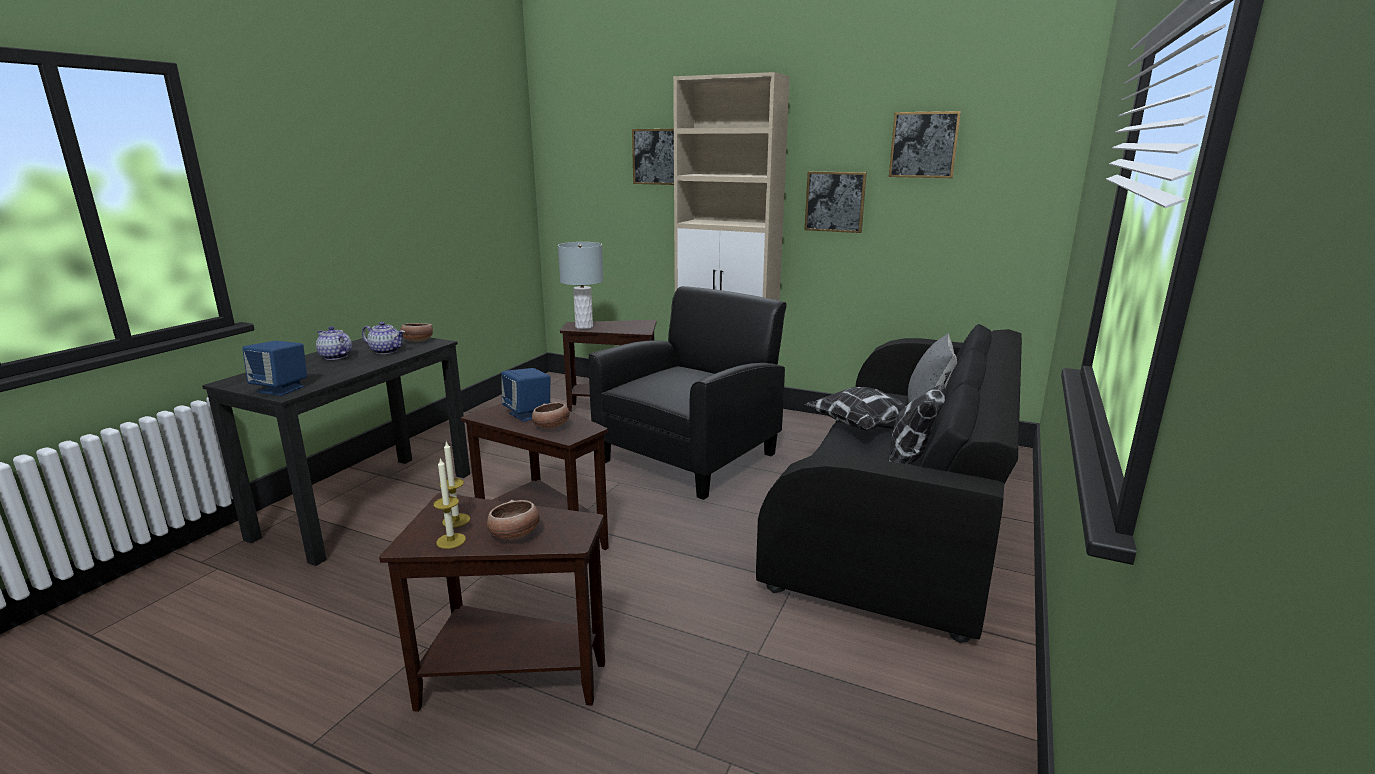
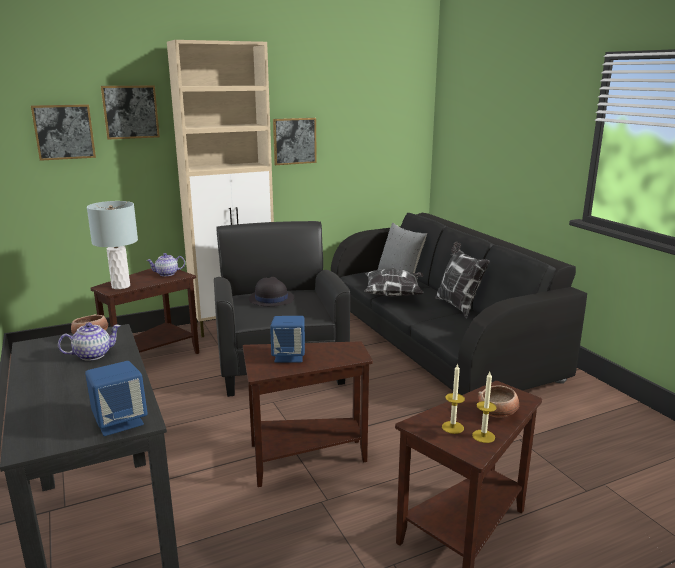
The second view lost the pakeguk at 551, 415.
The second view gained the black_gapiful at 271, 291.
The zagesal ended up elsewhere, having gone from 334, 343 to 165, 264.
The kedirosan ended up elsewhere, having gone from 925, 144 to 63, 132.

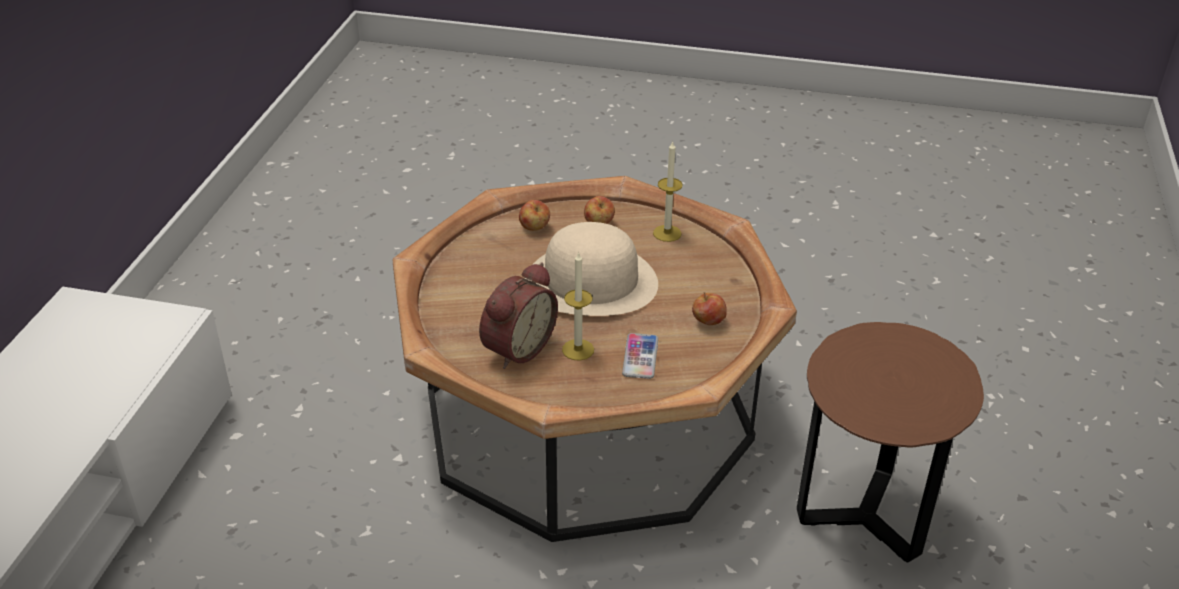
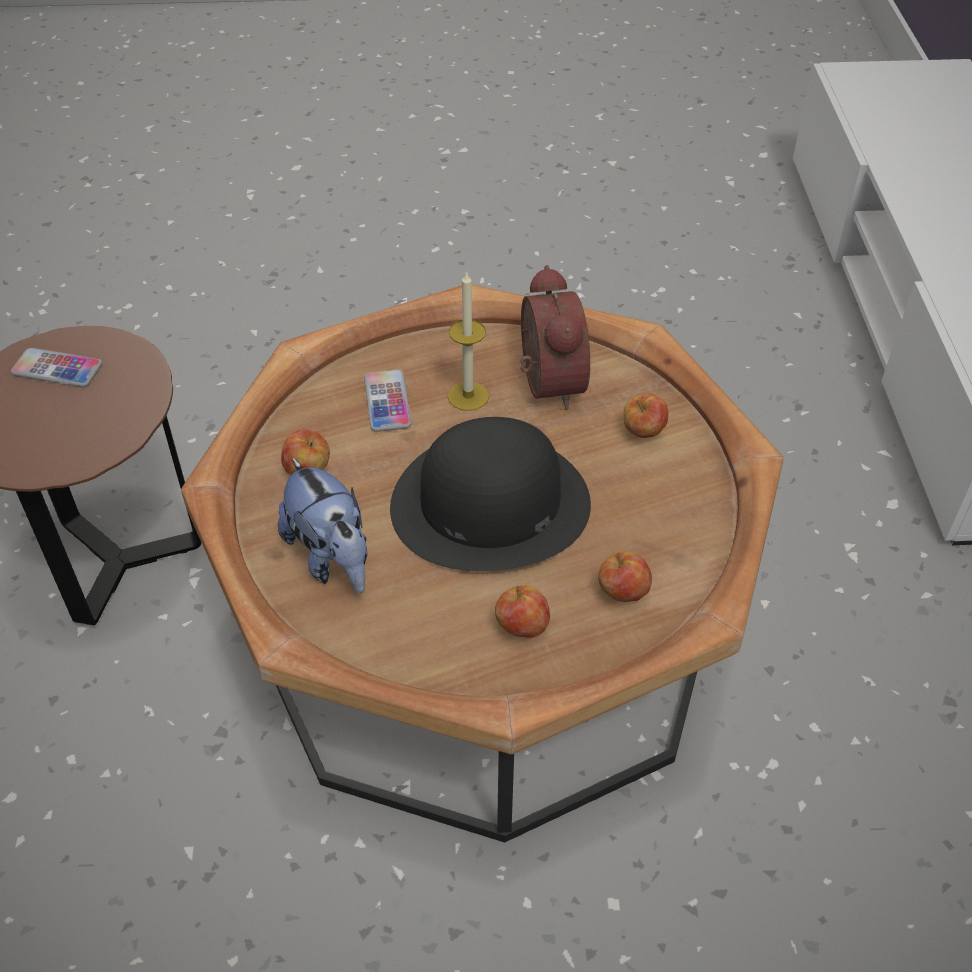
The second view lost the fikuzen at 668, 191.
The second view gained the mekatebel at 57, 367.
The second view gained the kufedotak at 322, 525.
The second view gained the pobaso at 646, 415.
What was the beige_gapiful at 591, 269 turned into the black_gapiful at 490, 494.
The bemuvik at 518, 315 ended up facing another way, 150 degrees clockwise from before.

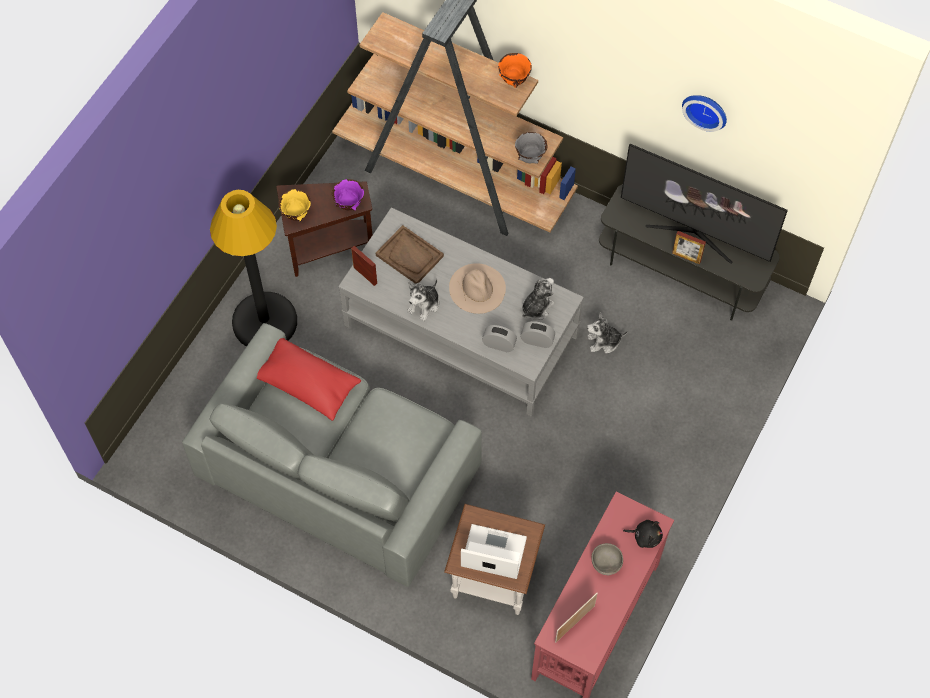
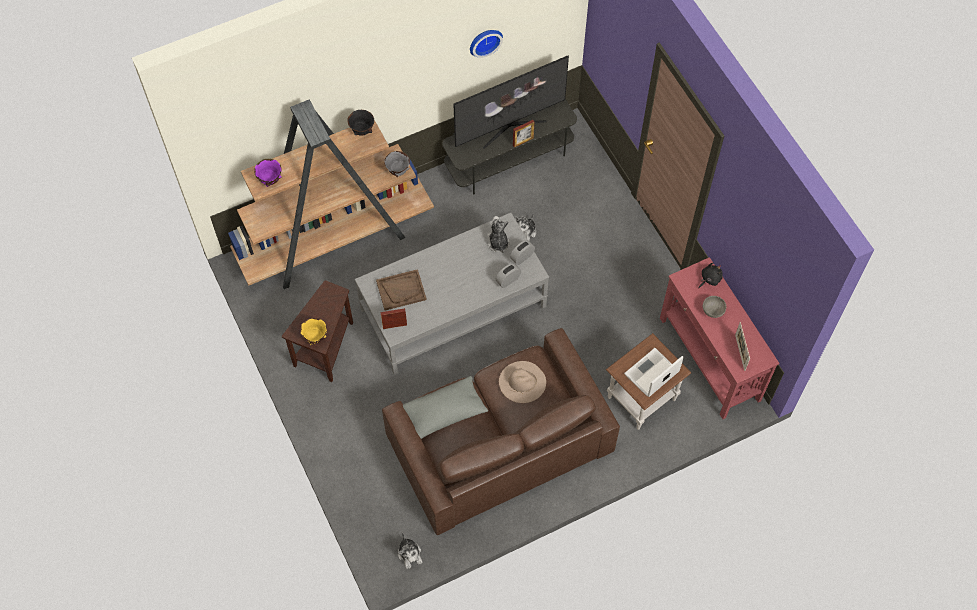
The second view lost the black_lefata at 253, 268.
The purple_pakeguk ended up elsewhere, having gone from 348, 195 to 268, 173.
The kufedotak ended up elsewhere, having gone from 423, 300 to 410, 550.
The beige_gapiful ended up elsewhere, having gone from 477, 288 to 522, 382.
What was the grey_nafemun at 332, 455 turned into the brown_nafemun at 501, 431.
What was the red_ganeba at 309, 379 turned into the grey_ganeba at 445, 407.
What was the orange_pakeguk at 515, 70 turned into the black_pakeguk at 360, 123.

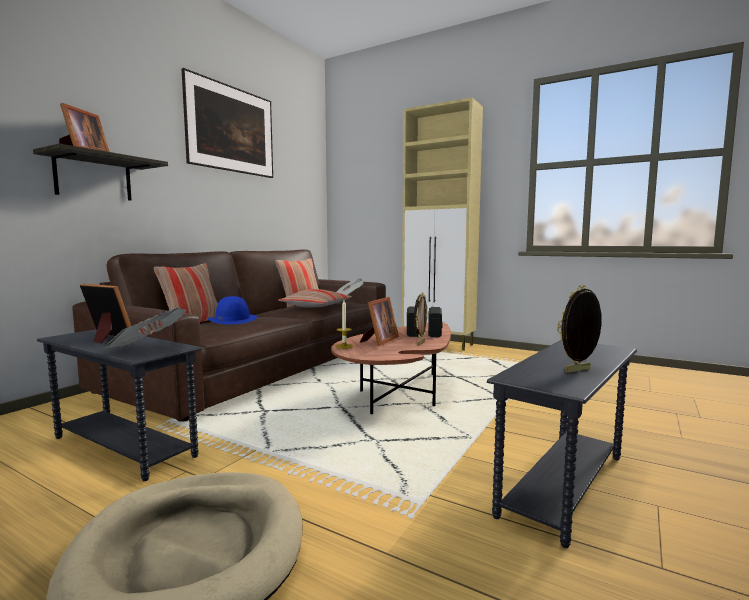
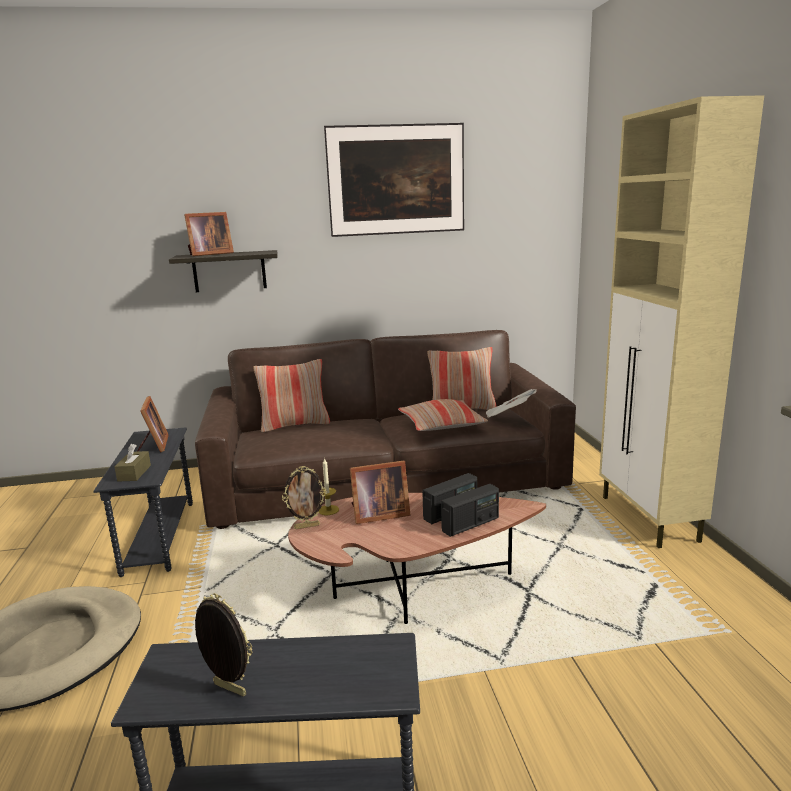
The second view lost the blue_gapiful at 232, 310.
The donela ended up elsewhere, having gone from 421, 319 to 304, 497.
Where the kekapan stood at 145, 328, the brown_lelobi came to stand at 132, 463.

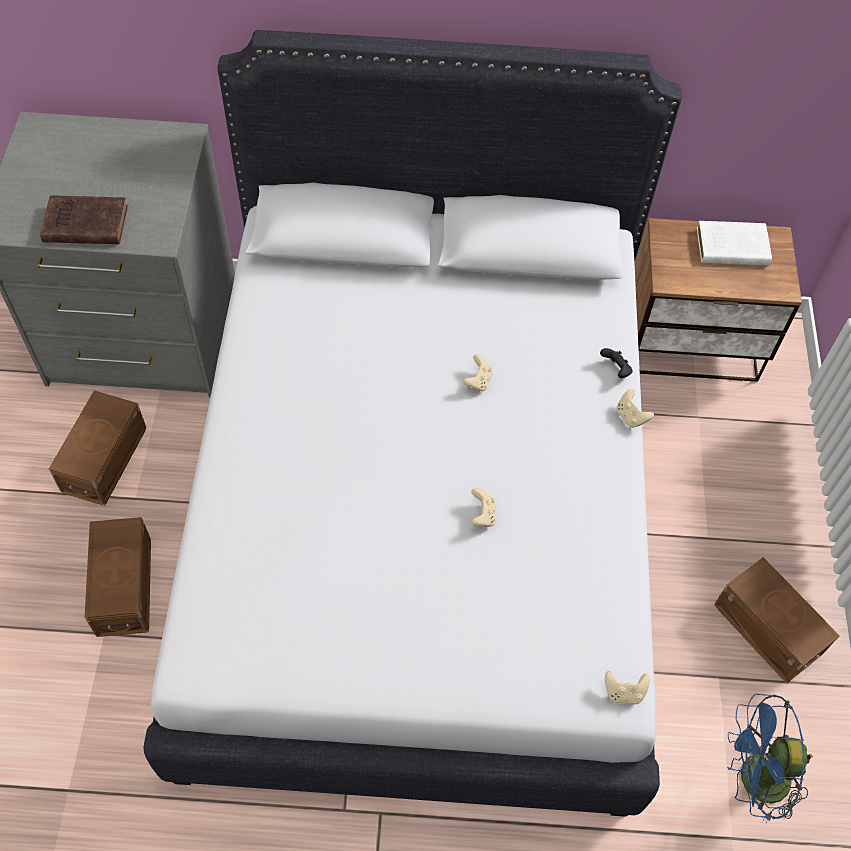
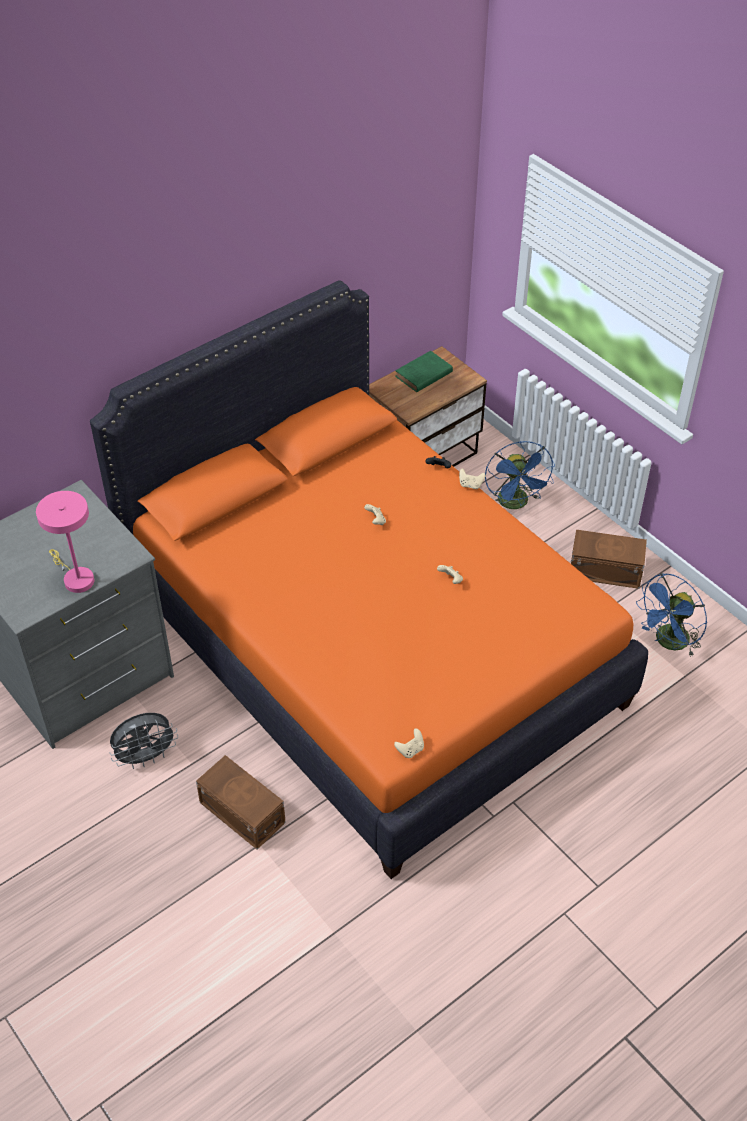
The second view gained the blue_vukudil at 520, 475.
The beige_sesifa ended up elsewhere, having gone from 627, 688 to 409, 743.
Where the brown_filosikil stood at 84, 219, the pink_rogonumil came to stand at 65, 542.
Where the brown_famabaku stood at 98, 448, the grey_vukudil came to stand at 143, 741.
What was the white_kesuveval at 412, 423 turned into the orange_kesuveval at 369, 579.
What was the white_filosikil at 734, 243 turned into the green_filosikil at 424, 371.

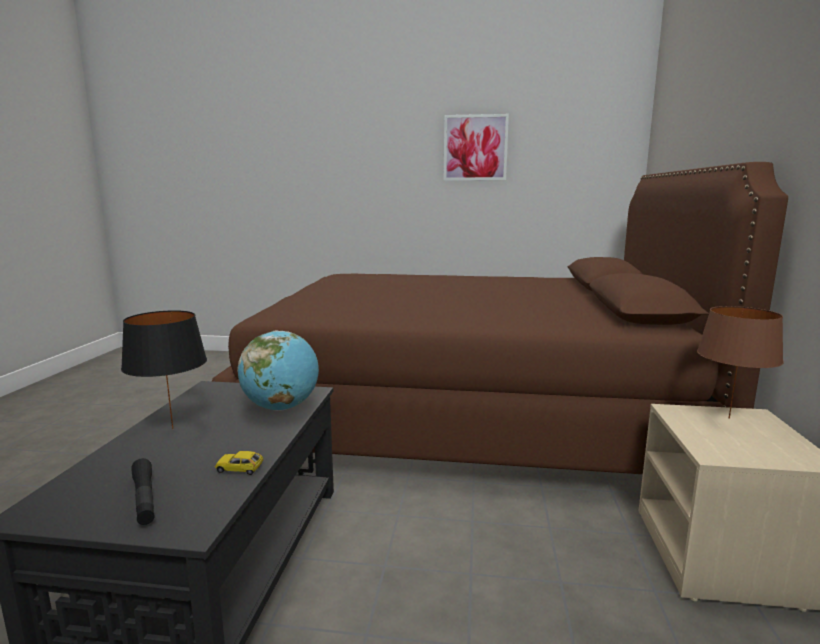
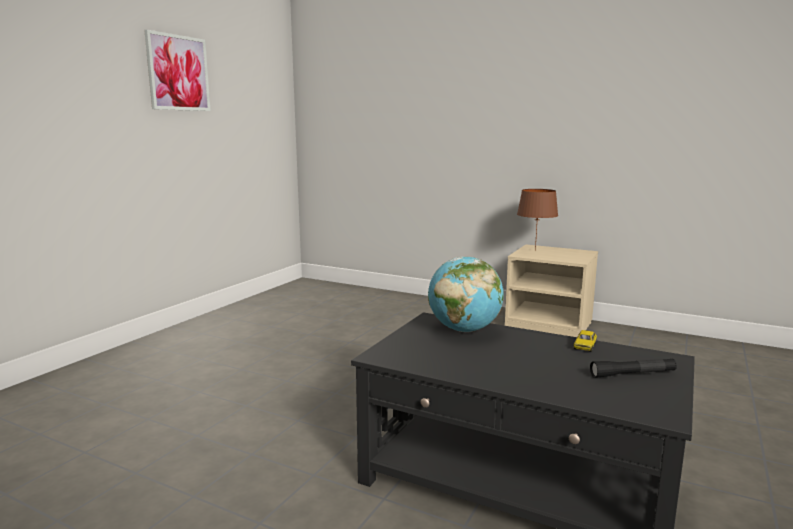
The second view lost the black_rogonumil at 164, 369.
The second view lost the brown_kesuveval at 500, 318.

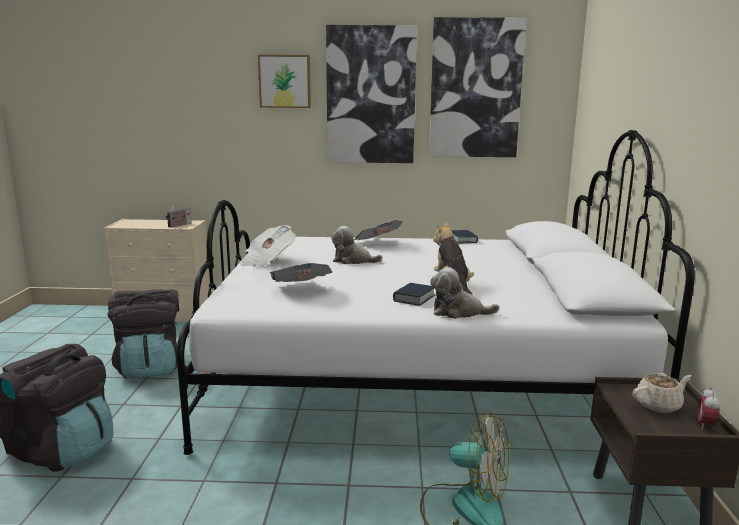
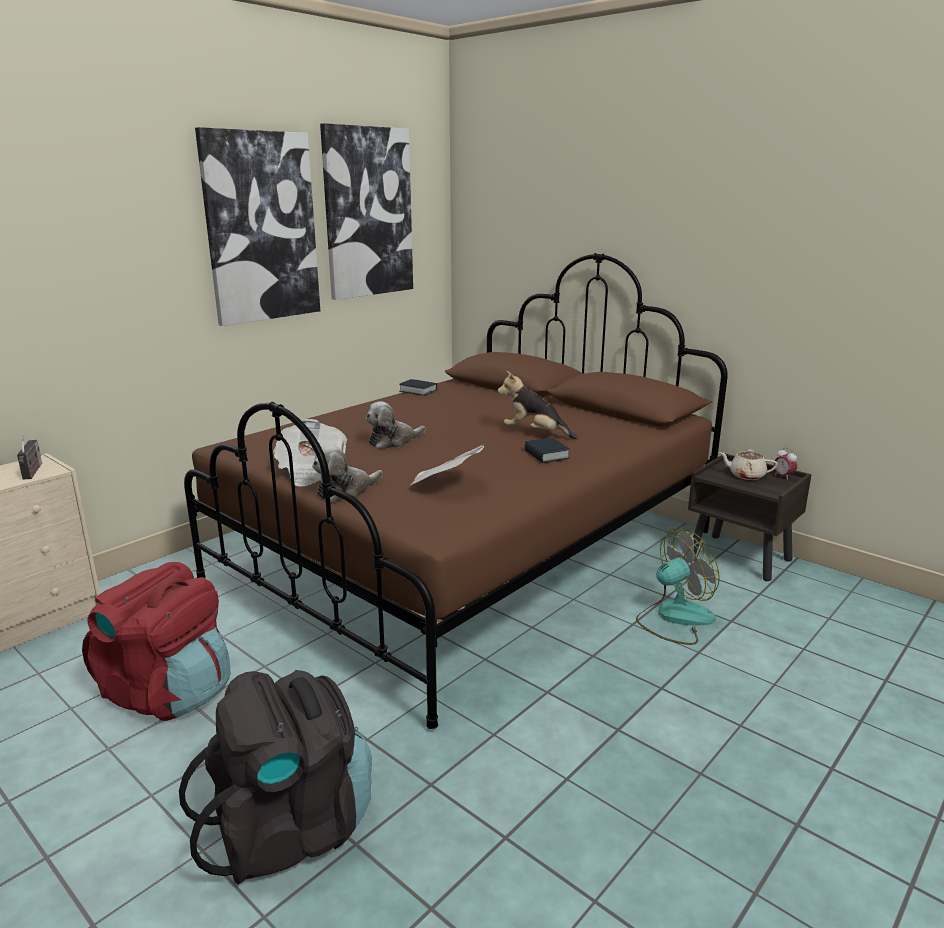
The second view lost the kedirosan at 284, 81.
The second view lost the kekapan at 378, 230.
The kufedotak ended up elsewhere, having gone from 464, 293 to 347, 473.
What was the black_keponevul at 143, 333 turned into the red_keponevul at 156, 641.
What was the white_kesuveval at 436, 292 turned into the brown_kesuveval at 456, 491.
The beige_zagesal at 662, 393 ended up facing another way, 90 degrees counterclockwise from before.

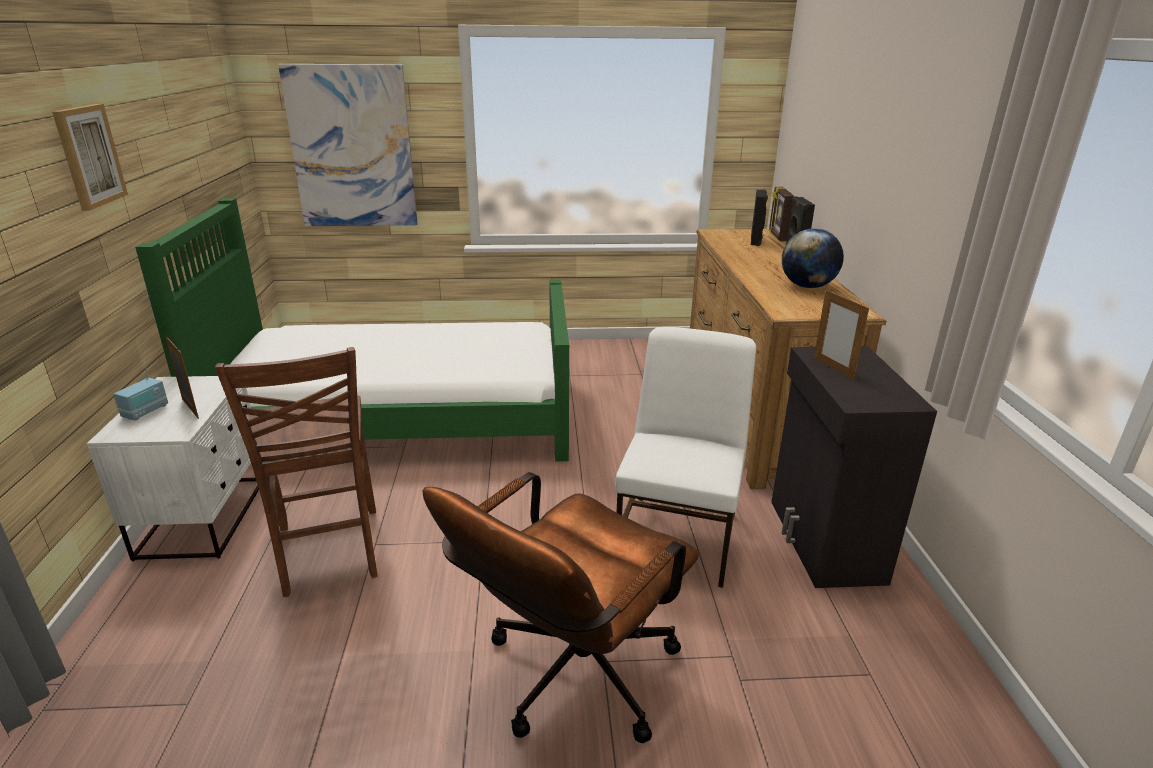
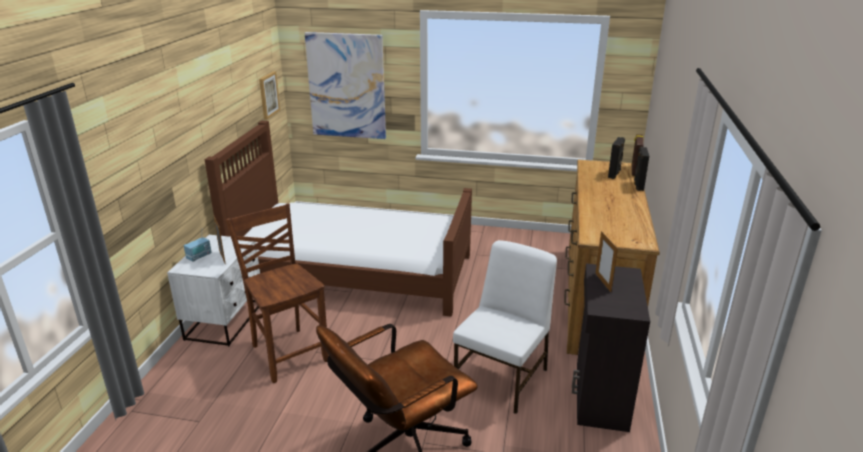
The second view lost the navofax at 813, 258.
The kedirosan ended up elsewhere, having gone from 90, 157 to 269, 95.
What was the green_kesuveval at 352, 329 turned into the brown_kesuveval at 338, 219.
The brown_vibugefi at 296, 472 ended up facing another way, 150 degrees clockwise from before.

